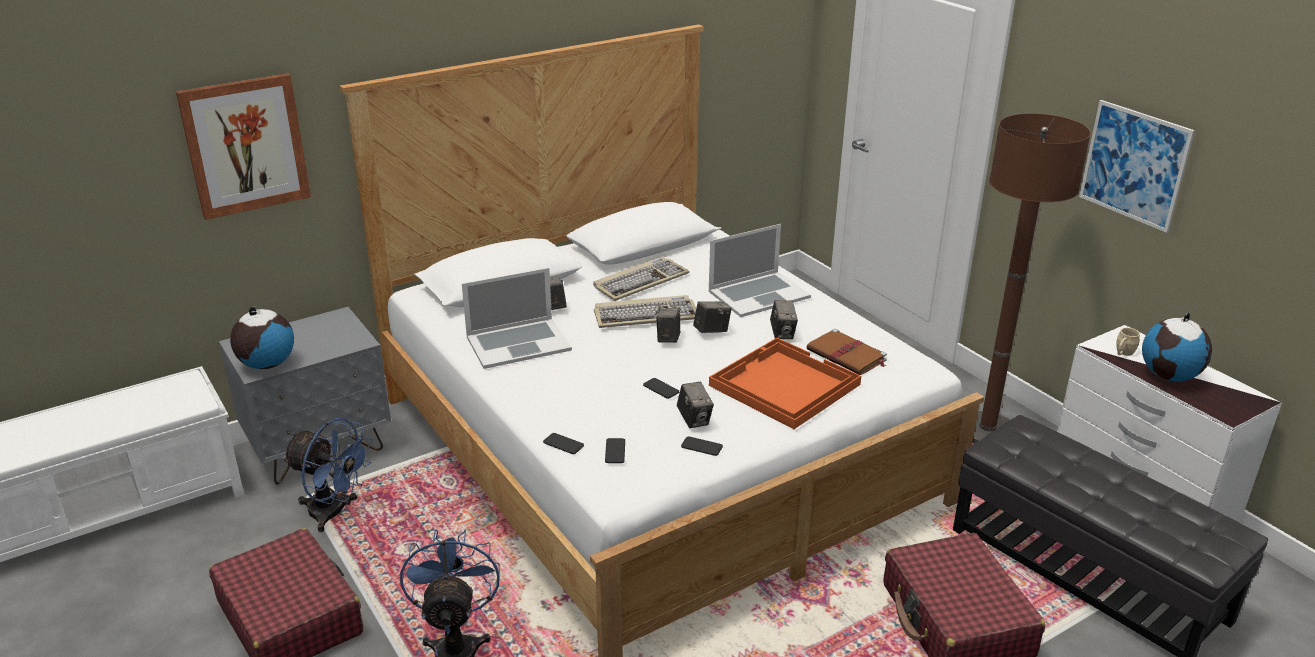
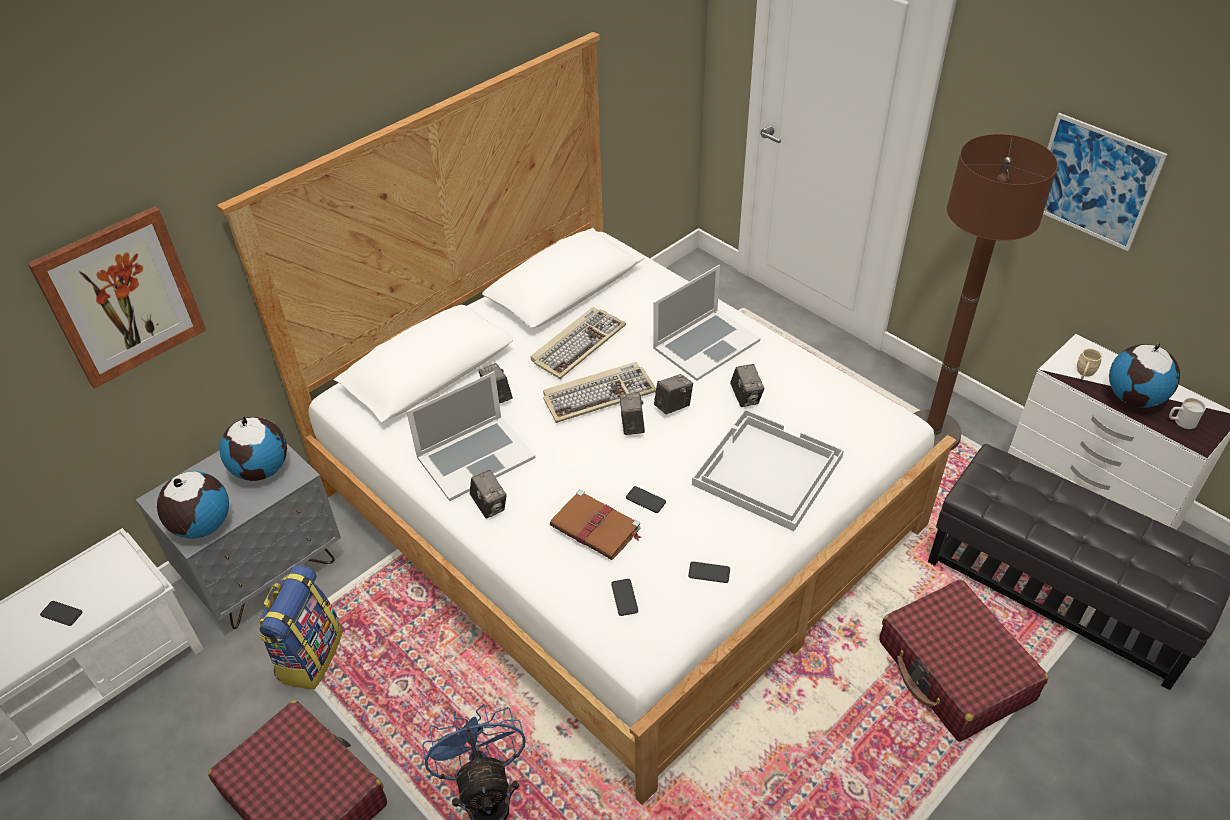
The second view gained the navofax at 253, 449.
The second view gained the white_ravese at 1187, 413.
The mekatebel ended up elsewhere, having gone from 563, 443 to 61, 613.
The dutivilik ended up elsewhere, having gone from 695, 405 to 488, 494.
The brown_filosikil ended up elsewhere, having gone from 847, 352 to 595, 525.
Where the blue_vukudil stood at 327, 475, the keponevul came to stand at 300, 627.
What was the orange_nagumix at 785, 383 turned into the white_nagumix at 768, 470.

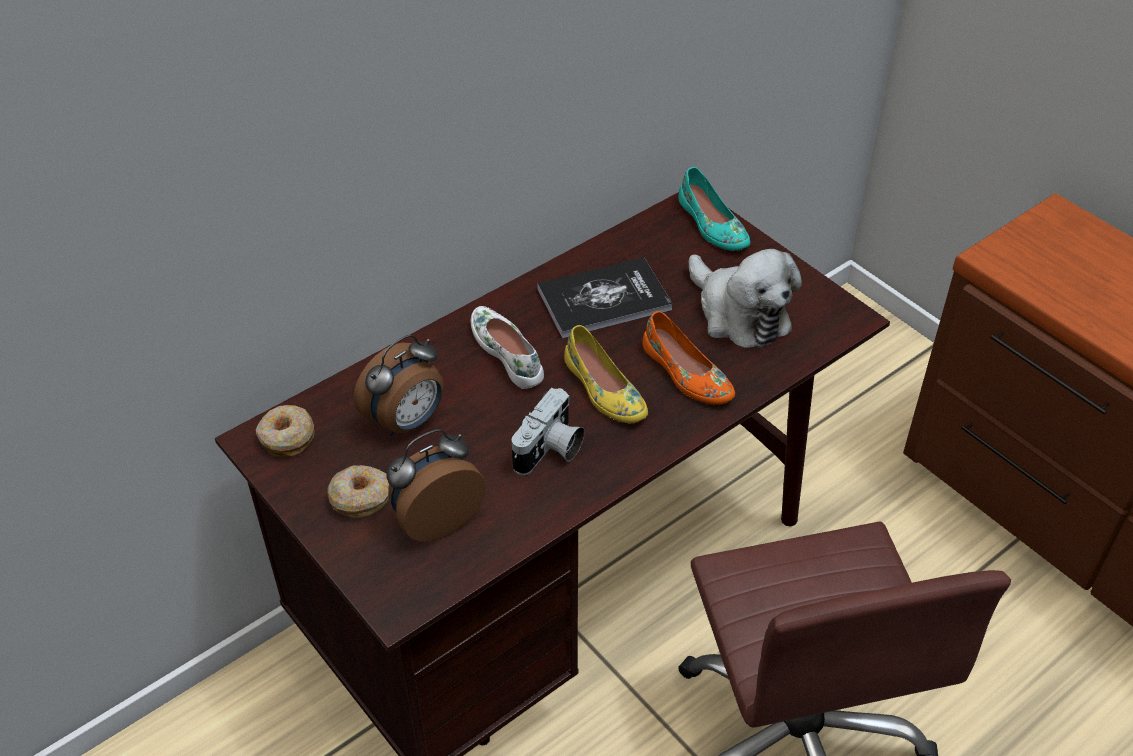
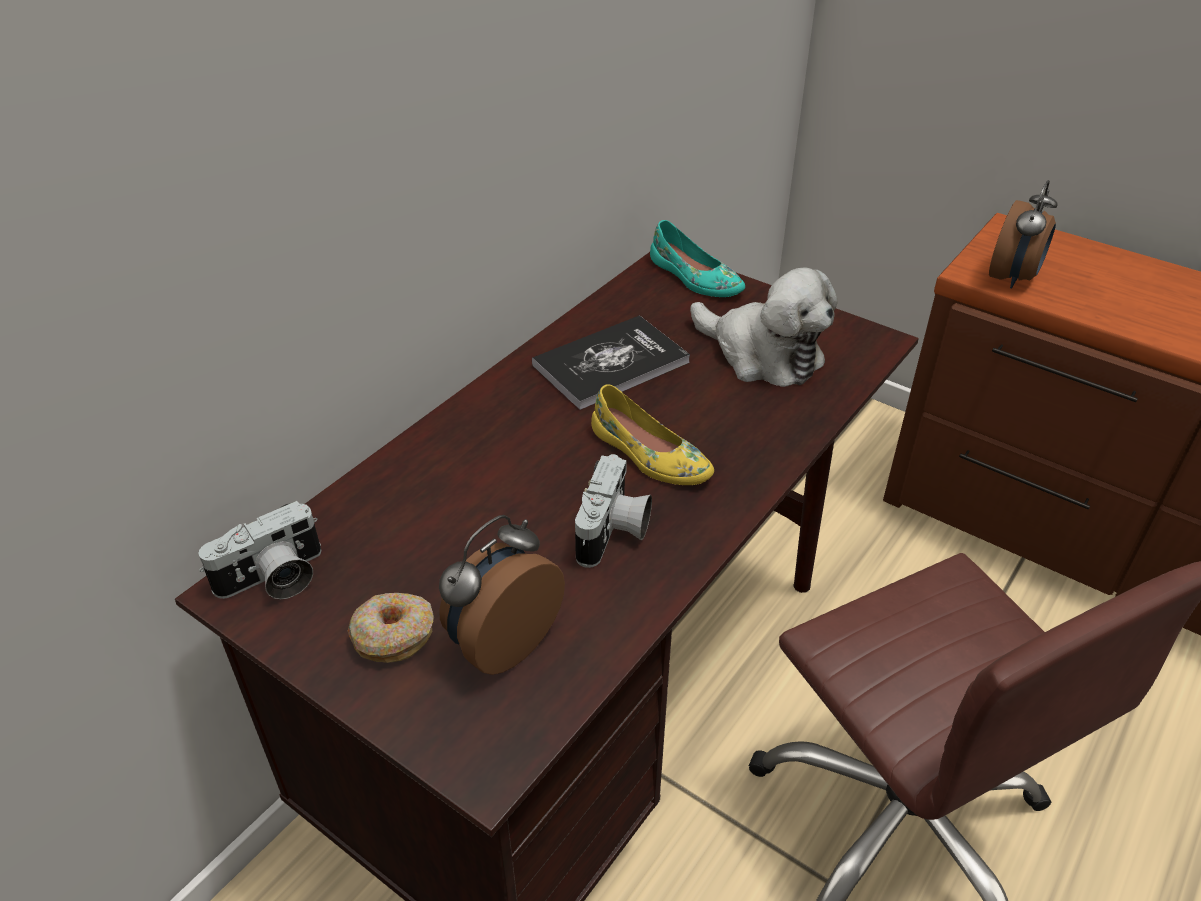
The second view lost the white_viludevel at 507, 347.
The second view lost the orange_viludevel at 688, 358.
The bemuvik ended up elsewhere, having gone from 399, 385 to 1023, 234.
Where the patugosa stood at 285, 431, the dutivilik came to stand at 259, 550.

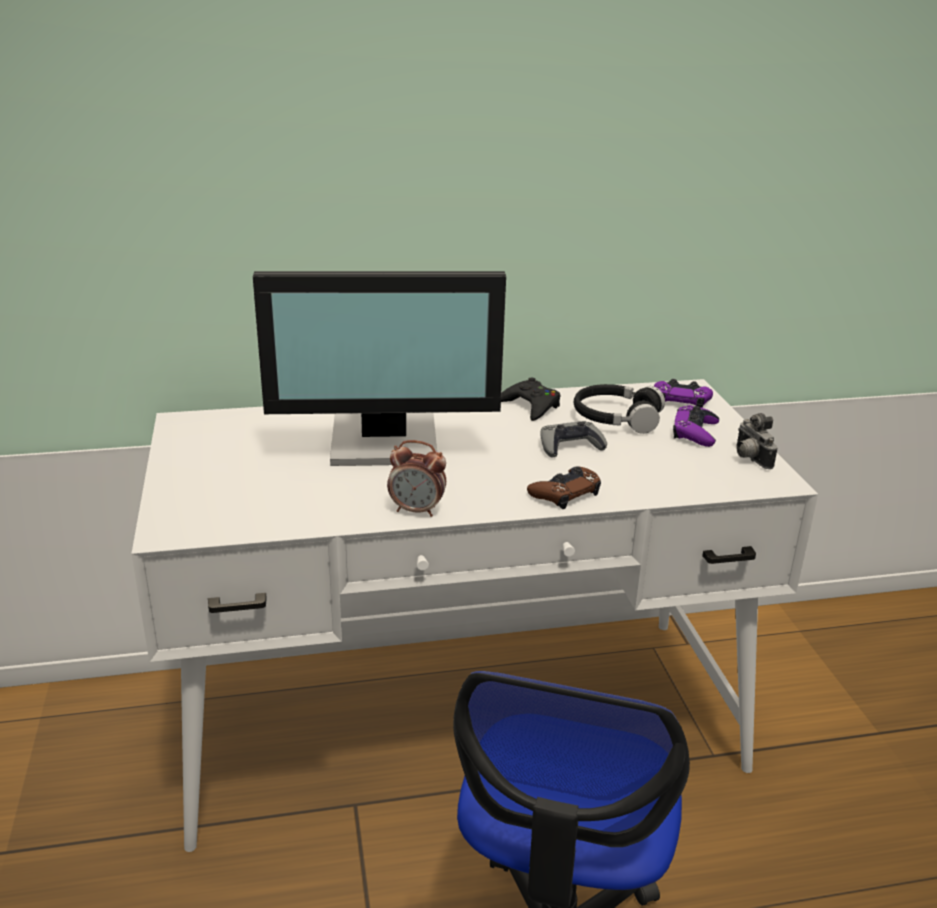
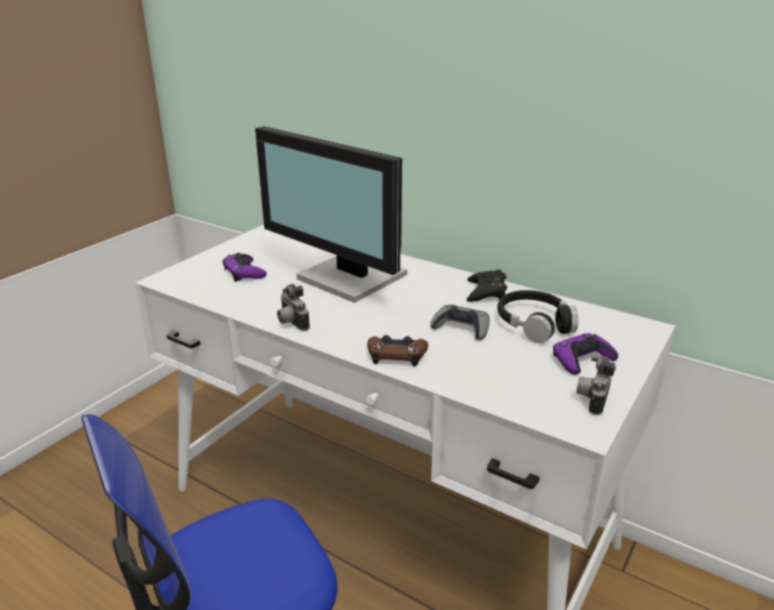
The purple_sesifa ended up elsewhere, having gone from 683, 393 to 244, 267.
Where the bemuvik stood at 416, 478, the dutivilik came to stand at 293, 307.

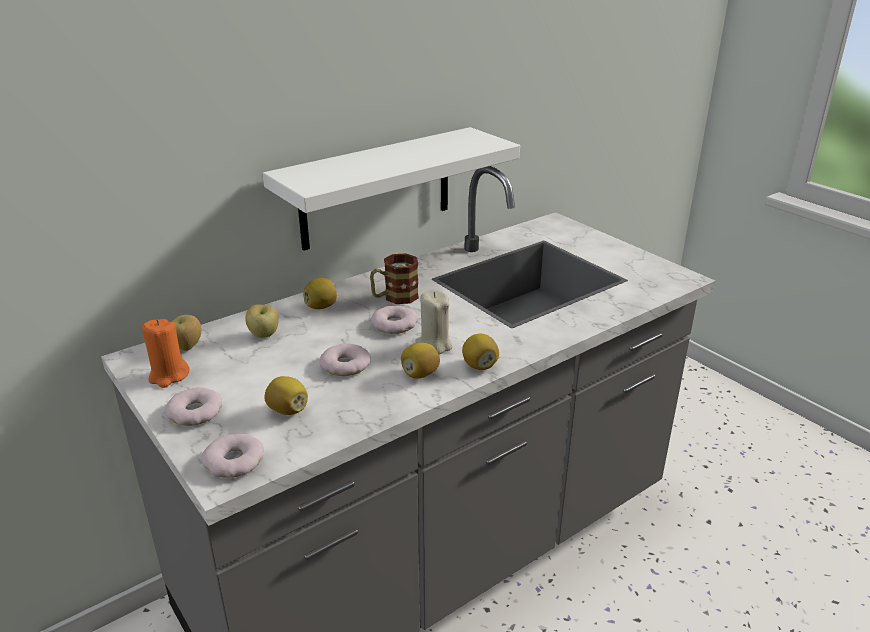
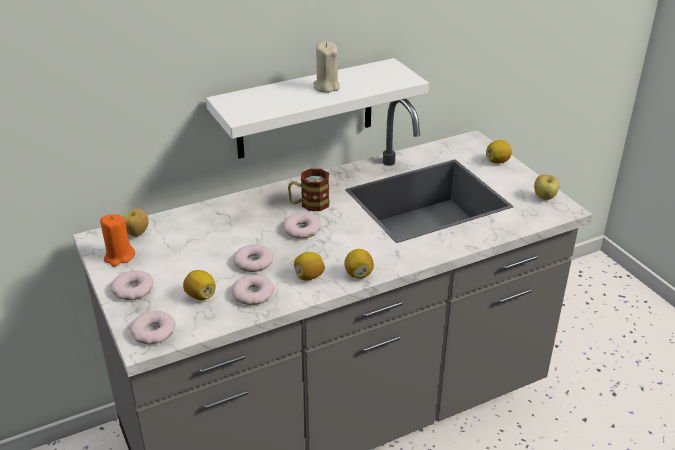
The second view gained the patugosa at 253, 290.
The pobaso ended up elsewhere, having gone from 262, 321 to 546, 187.
The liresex ended up elsewhere, having gone from 320, 293 to 499, 151.
The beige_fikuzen ended up elsewhere, having gone from 433, 321 to 326, 67.

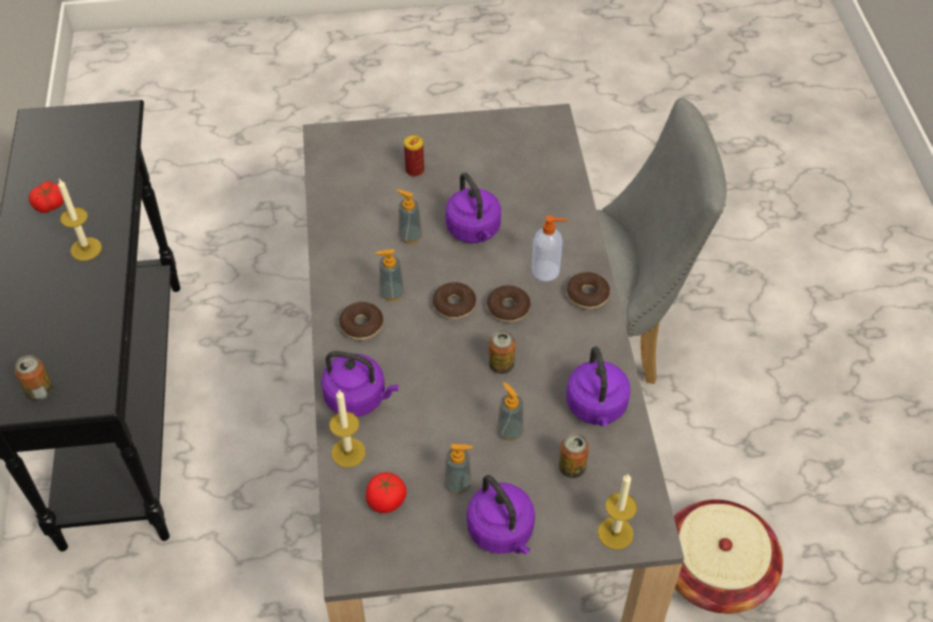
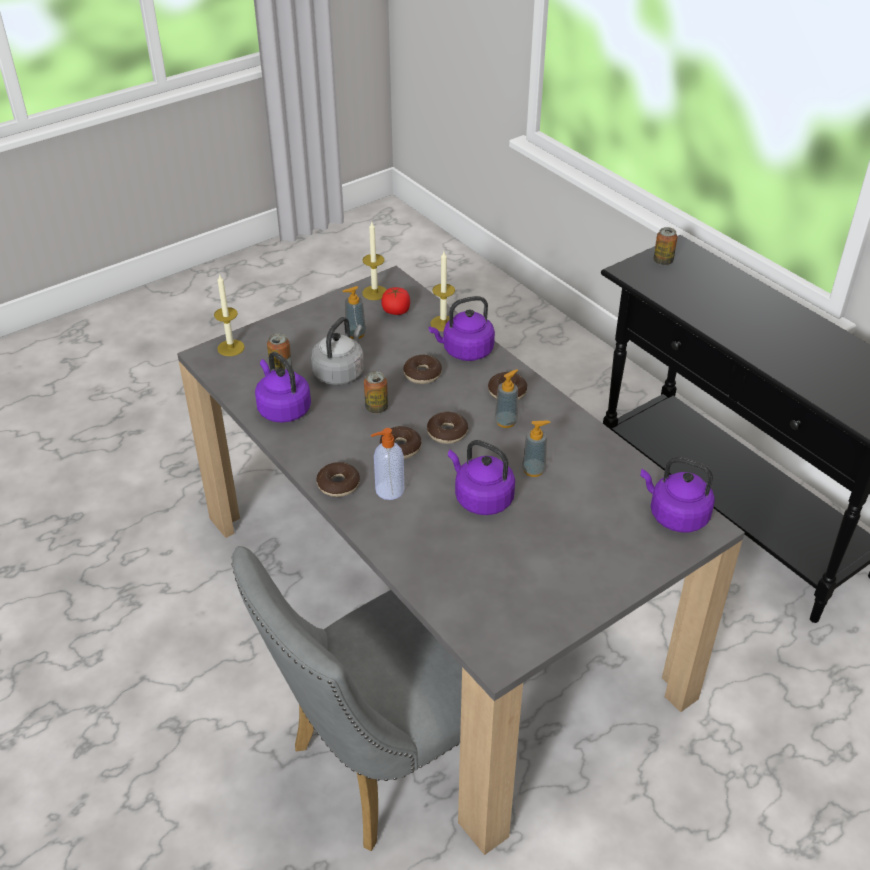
The second view lost the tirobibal at 46, 197.
The second view lost the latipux at 414, 156.
The second view lost the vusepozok at 728, 556.
The second view gained the patugosa at 422, 369.
The fikuzen ended up elsewhere, having gone from 80, 220 to 374, 261.
The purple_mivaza ended up elsewhere, having gone from 501, 515 to 678, 494.
Where the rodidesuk stood at 510, 411, the grey_mivaza came to stand at 337, 351.

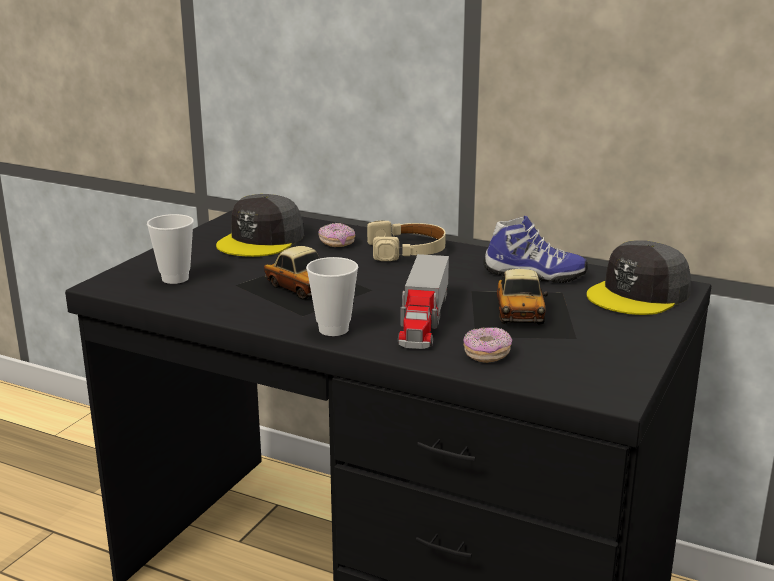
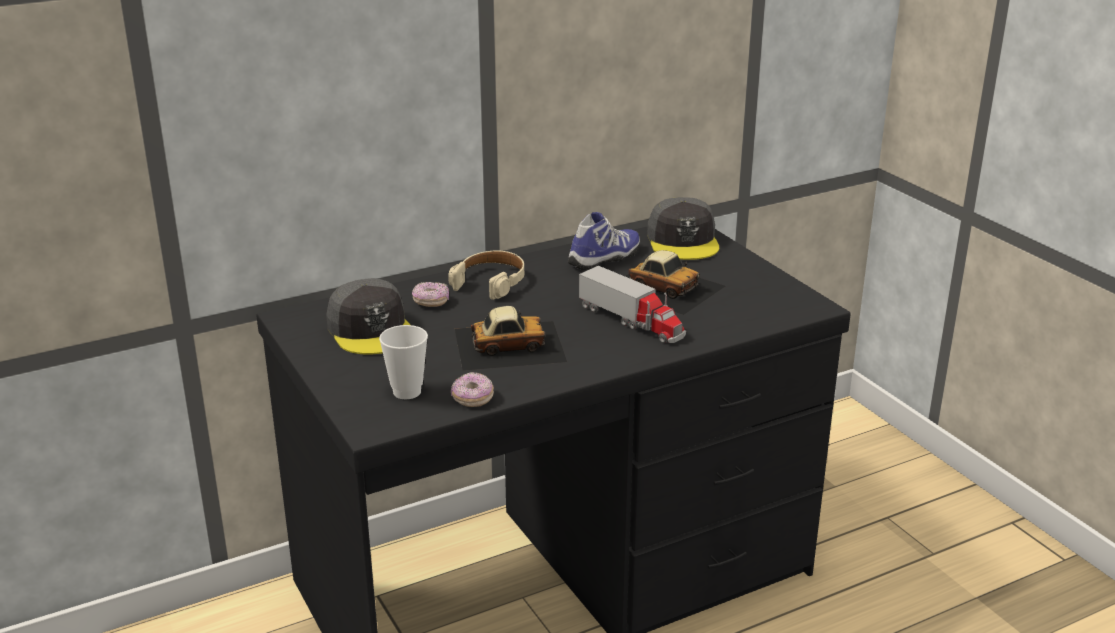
The second view lost the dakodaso at 332, 296.
The patugosa ended up elsewhere, having gone from 487, 345 to 472, 389.

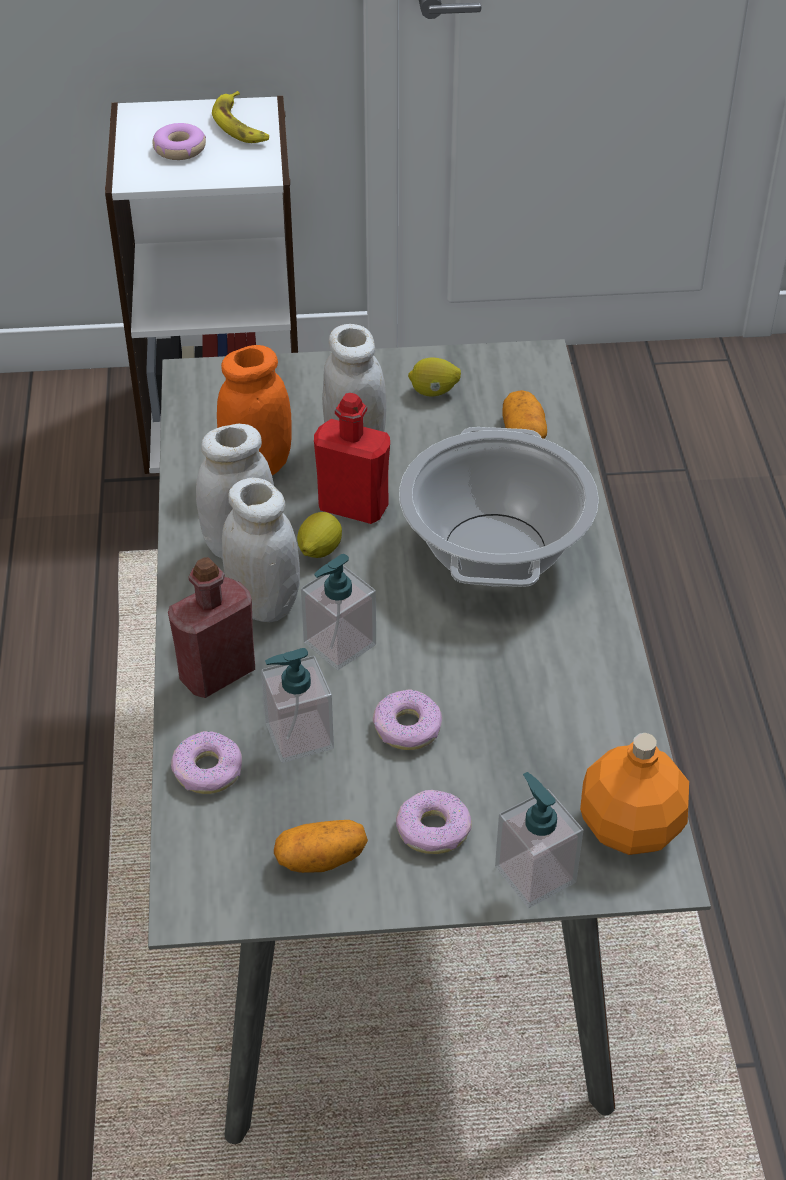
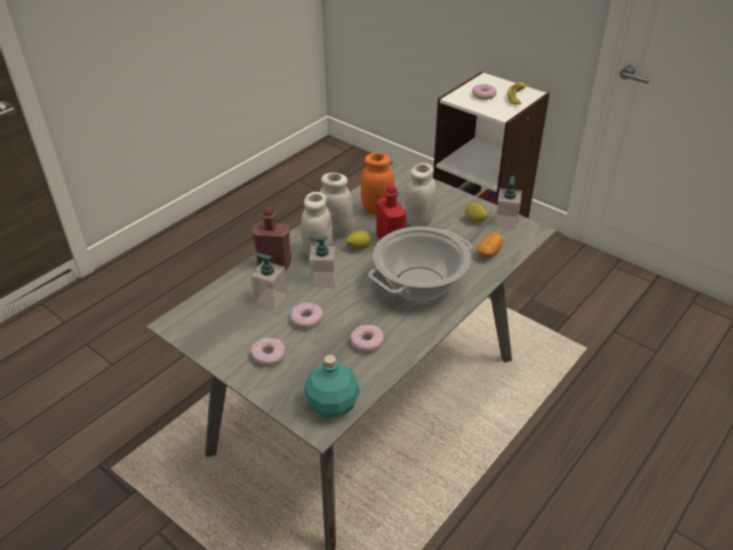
The second view lost the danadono at 321, 846.
The patugosa ended up elsewhere, having gone from 206, 762 to 367, 338.
The rodidesuk ended up elsewhere, having gone from 539, 840 to 508, 203.
What was the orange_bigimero at 634, 794 turned into the turquoise_bigimero at 332, 386.

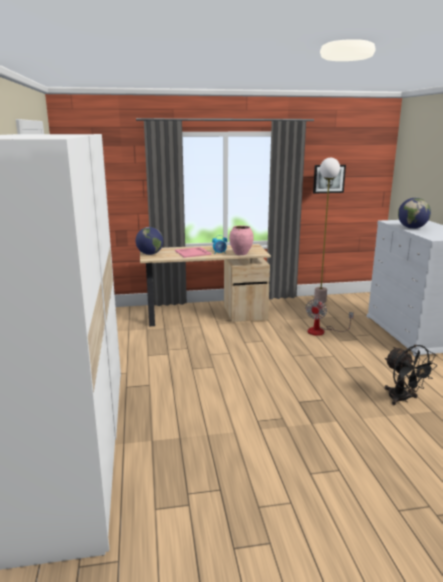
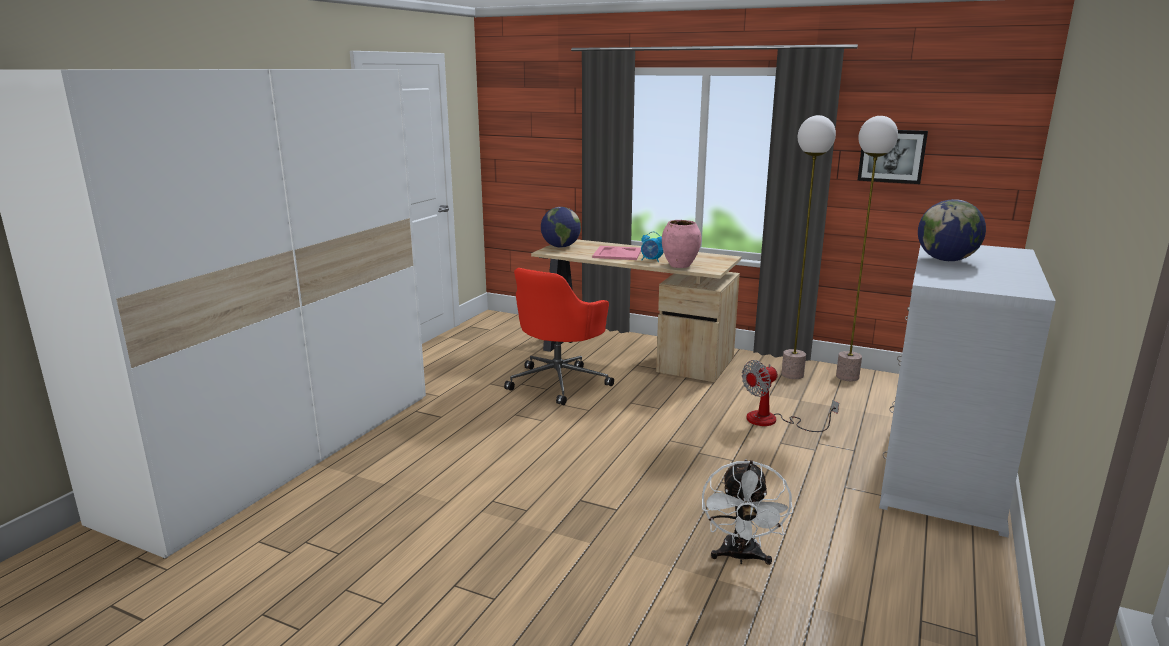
The second view gained the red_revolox at 559, 336.
The second view gained the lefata at 808, 247.
What was the black_vukudil at 411, 375 turned into the white_vukudil at 747, 512.

